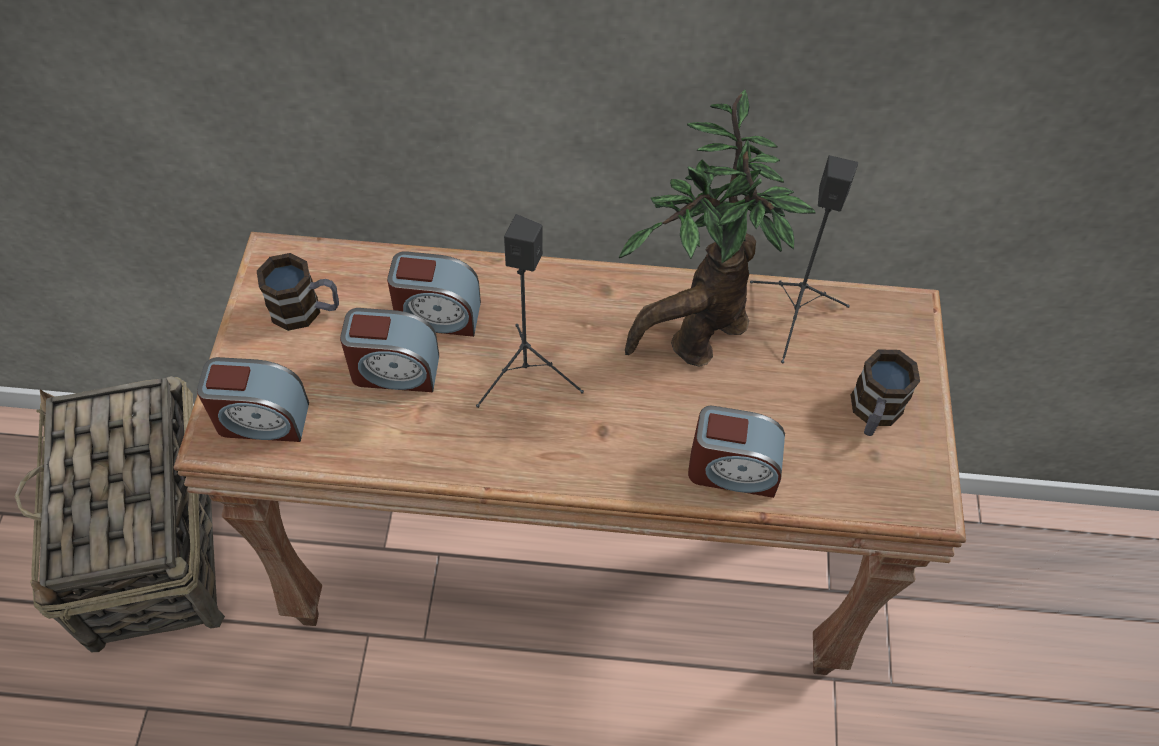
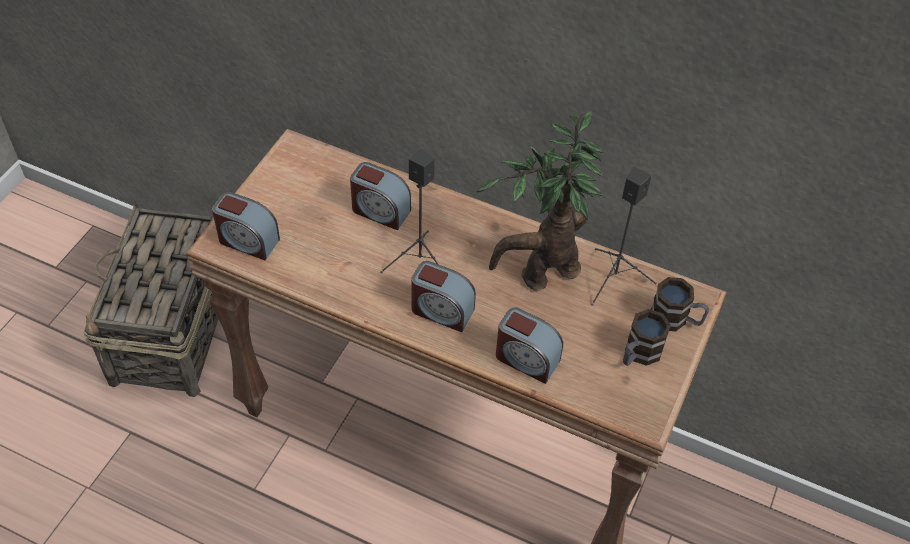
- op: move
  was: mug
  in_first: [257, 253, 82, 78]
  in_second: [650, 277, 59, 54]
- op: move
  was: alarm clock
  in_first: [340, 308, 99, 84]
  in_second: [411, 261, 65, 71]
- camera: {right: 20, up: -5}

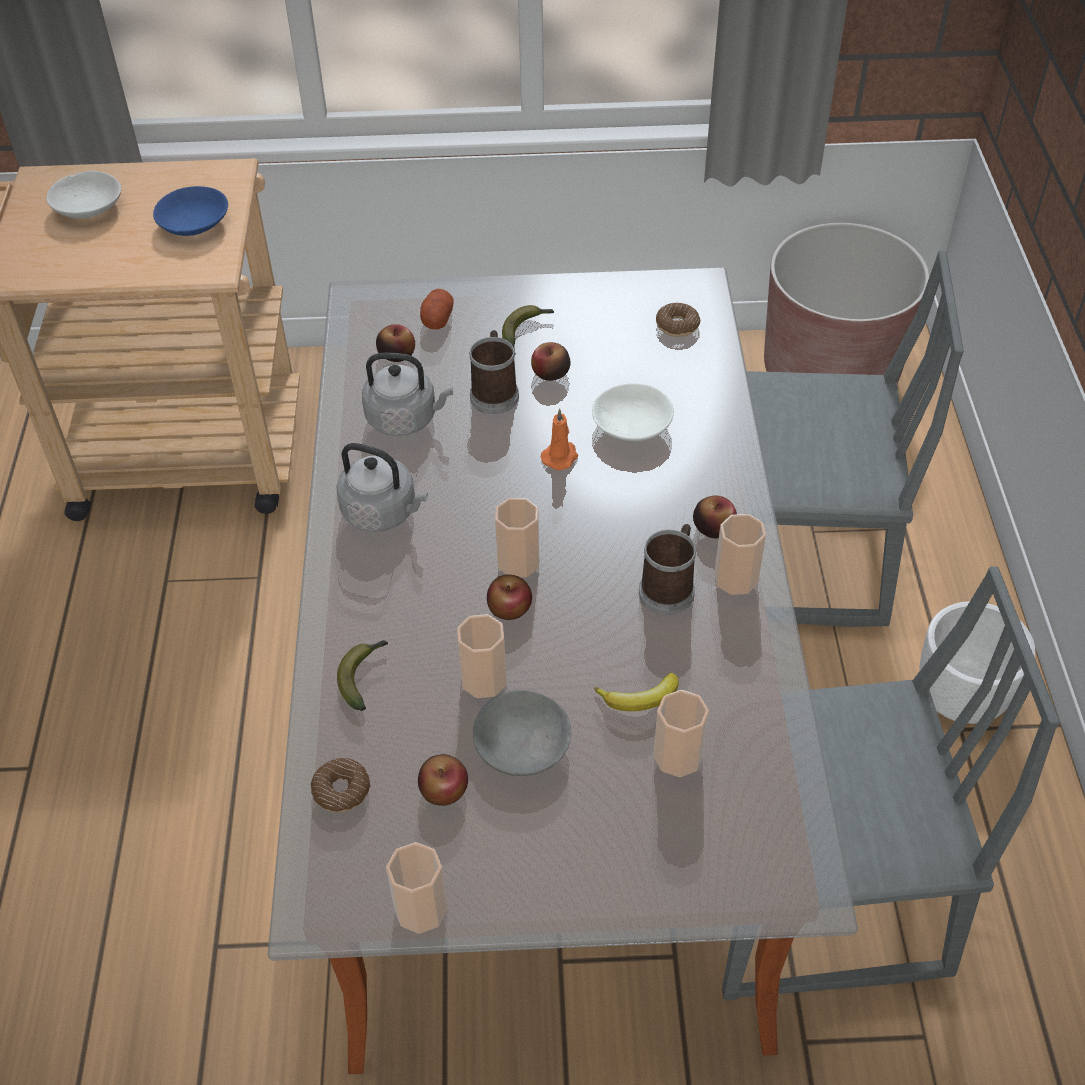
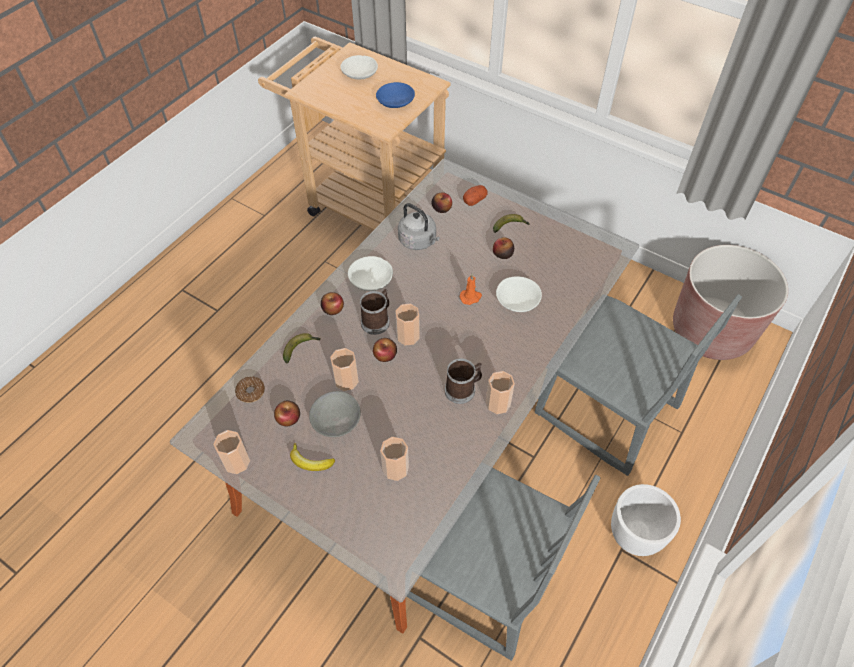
- op: replace
  was: grey kettle
  now: white bowl
  in_first: [337, 443, 91, 89]
  in_second: [348, 256, 45, 35]
- op: move
  was: mug
  in_first: [469, 330, 50, 84]
  in_second: [360, 289, 30, 46]
- op: move
  was: banana
  in_first: [594, 673, 85, 38]
  in_second: [290, 443, 45, 28]
- op: delete
  was: donut
  in_first: [656, 303, 44, 34]
- op: move
  was: apple
  in_first: [693, 496, 44, 42]
  in_second: [321, 292, 23, 23]
- camera: {right: 35, up: 5}

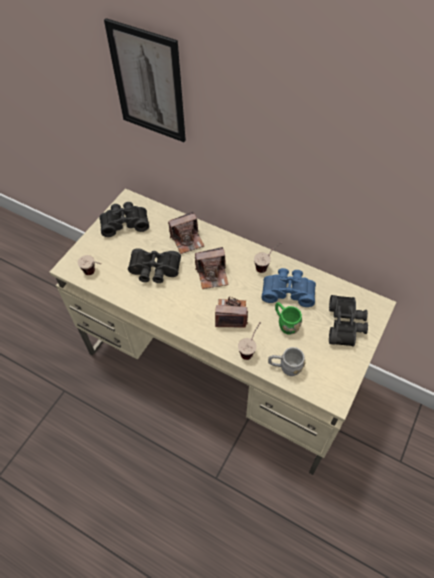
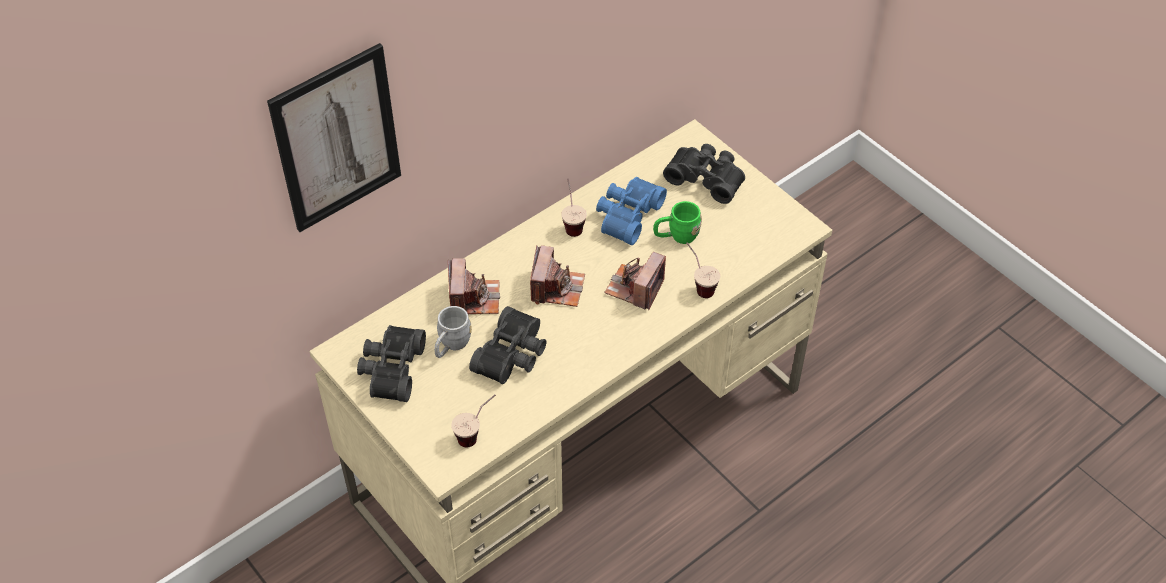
- op: move
  was: grey mug
  in_first: [268, 347, 38, 29]
  in_second: [434, 306, 38, 52]
- camera: {right: -70, up: -5}

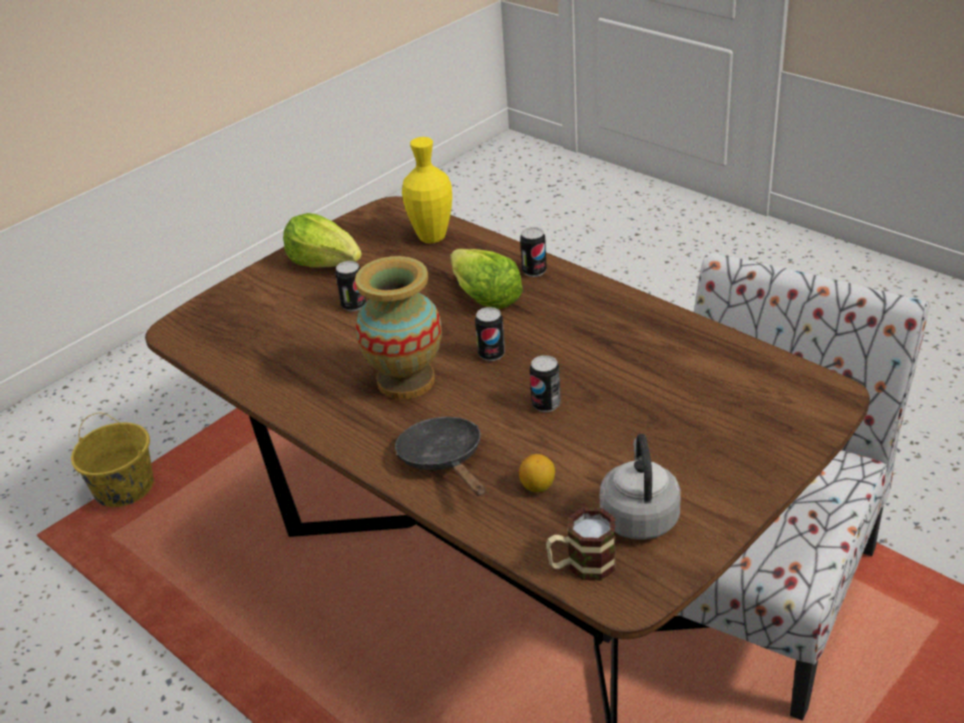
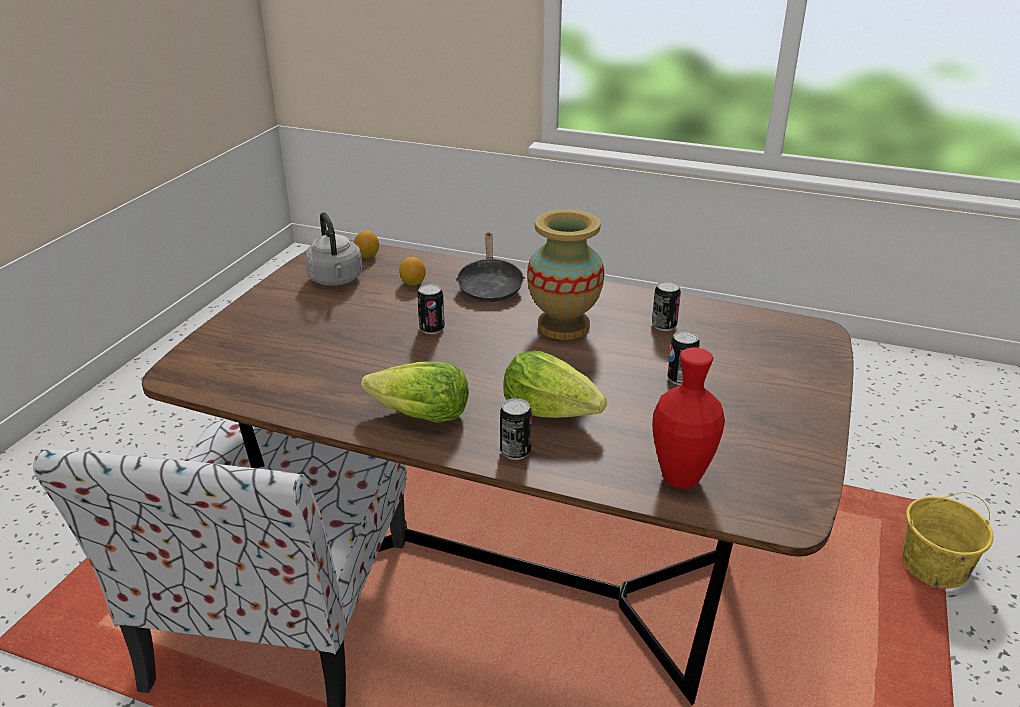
- op: move
  was: lettuce
  in_first: [283, 213, 79, 54]
  in_second: [361, 362, 108, 61]
- op: rotate
  was: black frying pan
  in_first: [395, 417, 90, 79]
  in_second: [456, 232, 69, 70]
  clockwise: 45
- op: recolor
  was: yellow vase
  now: red vase
  in_first: [402, 137, 50, 106]
  in_second: [652, 348, 73, 141]
- op: move
  was: can
  in_first: [475, 307, 30, 54]
  in_second: [652, 281, 29, 50]
- op: replace
  was: mug
  now: lemon
  in_first: [546, 508, 70, 73]
  in_second: [354, 231, 25, 27]
- camera: {right: 155, up: -5}

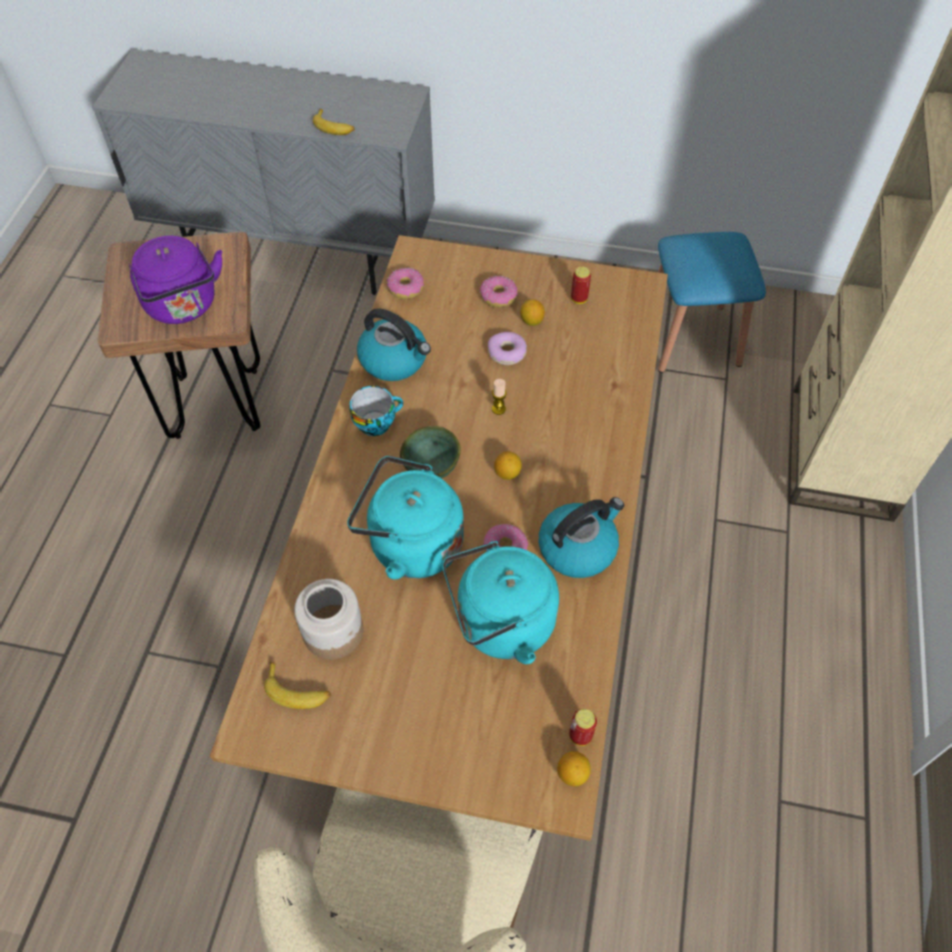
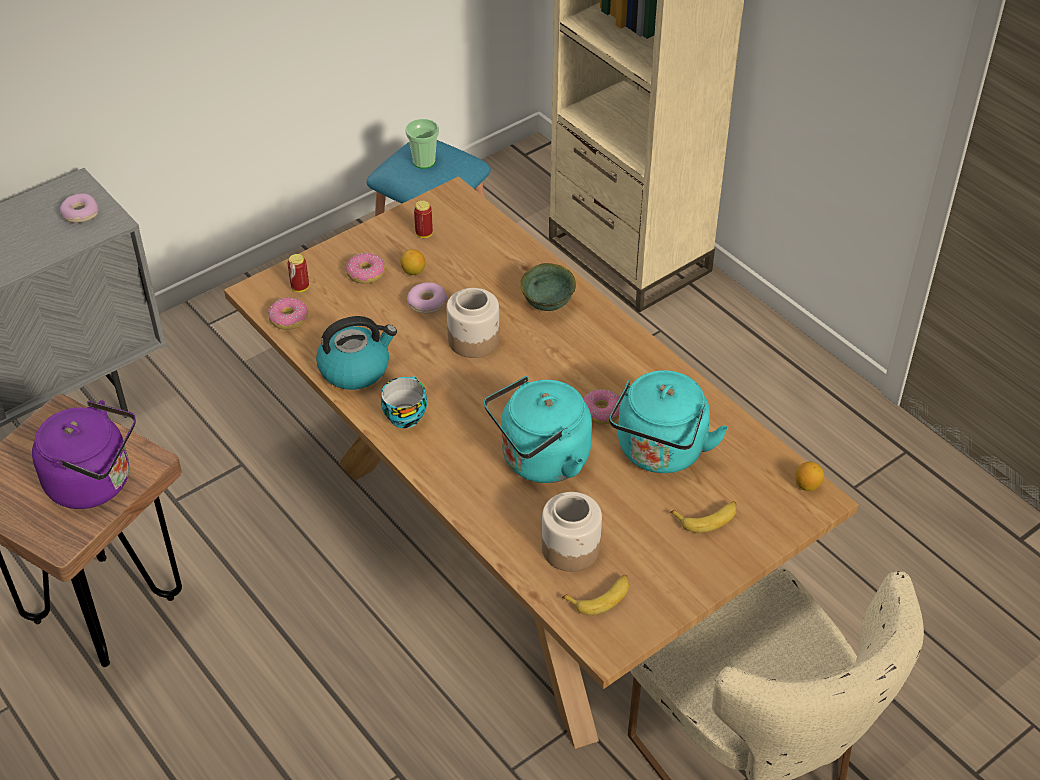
- op: move
  was: banana
  in_first: [313, 109, 42, 26]
  in_second: [670, 501, 66, 32]
- op: move
  was: green bowl
  in_first: [400, 426, 61, 53]
  in_second: [520, 263, 56, 48]
- op: replace
  was: candle
  now: jar
  in_first: [492, 379, 15, 36]
  in_second: [447, 288, 53, 70]
- op: delete
  was: lemon
  in_first: [494, 451, 28, 29]
- op: delete
  was: kettle
  in_first: [539, 497, 85, 81]
- op: move
  was: can
  in_first: [569, 709, 28, 37]
  in_second: [287, 254, 22, 38]
- op: insert
  now: donut
  in_second: [60, 193, 38, 30]
- op: insert
  now: cup
  in_second: [405, 119, 34, 50]
- camera: {right: -50, up: -10}

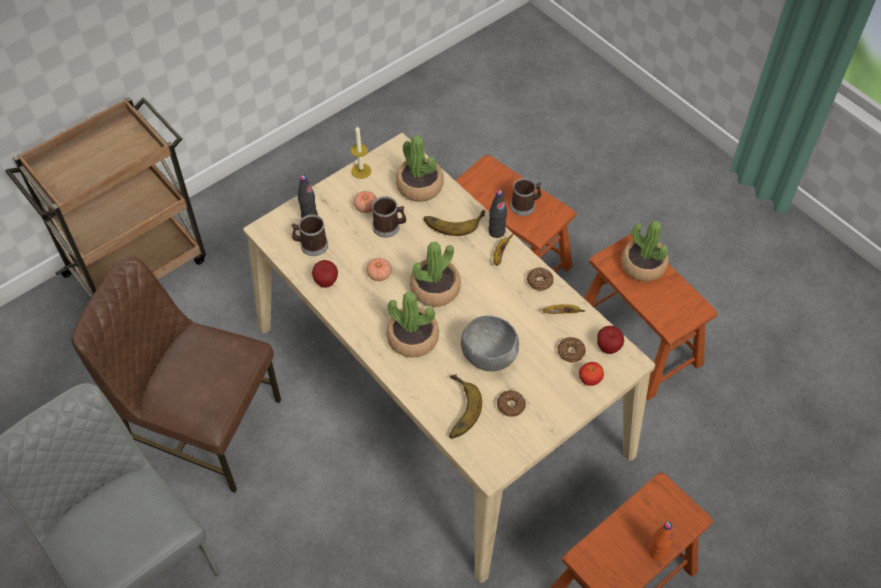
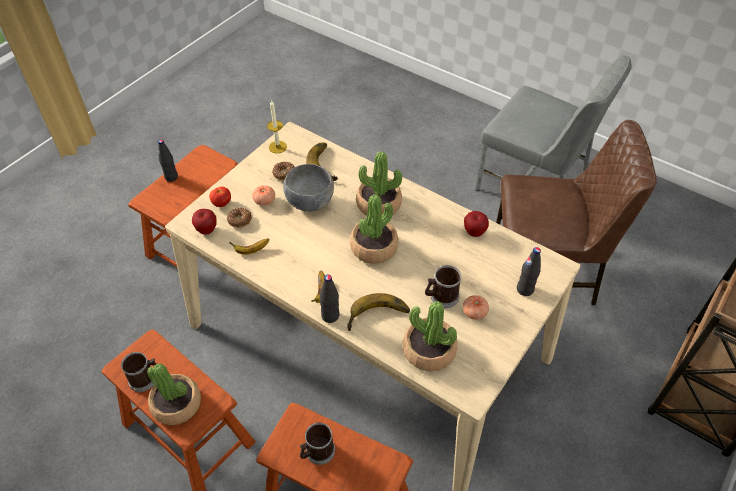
- op: move
  was: mug
  in_first: [292, 215, 36, 41]
  in_second: [121, 352, 36, 40]
- op: move
  was: candle
  in_first: [351, 126, 20, 53]
  in_second: [267, 100, 20, 53]
- op: move
  was: tomato
  in_first: [366, 258, 26, 23]
  in_second: [252, 185, 23, 21]
- op: delete
  was: donut
  in_first: [527, 267, 27, 24]
- op: recolor
  was: orange bottle
  now: black bottle
  in_first: [648, 522, 25, 38]
  in_second: [158, 139, 20, 43]
- camera: {right: 165, up: -5}

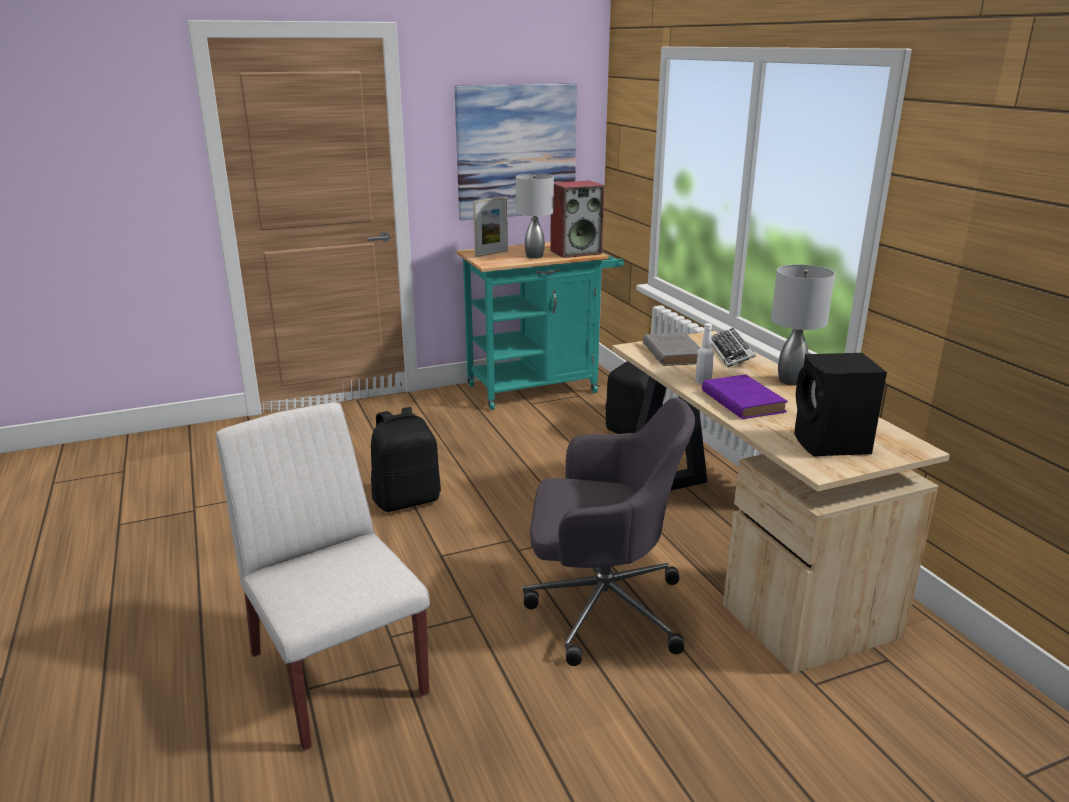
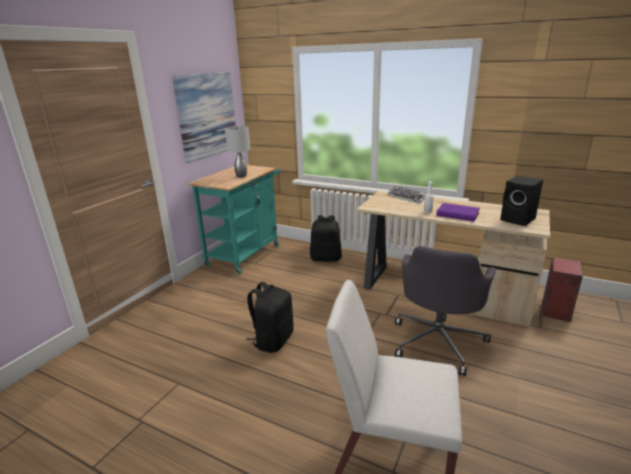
- op: delete
  was: picture frame
  in_first: [473, 197, 35, 60]
- op: rotate
  was: grey office chair
  in_first: [523, 398, 172, 268]
  in_second: [395, 246, 101, 130]
  clockwise: 150
- op: move
  was: speaker
  in_first: [550, 180, 55, 78]
  in_second: [543, 257, 40, 65]
- op: delete
  was: grey book
  in_first: [643, 332, 57, 34]
- op: delete
  was: grey table lamp
  in_first: [771, 265, 64, 120]
- camera: {right: -40, up: 0}

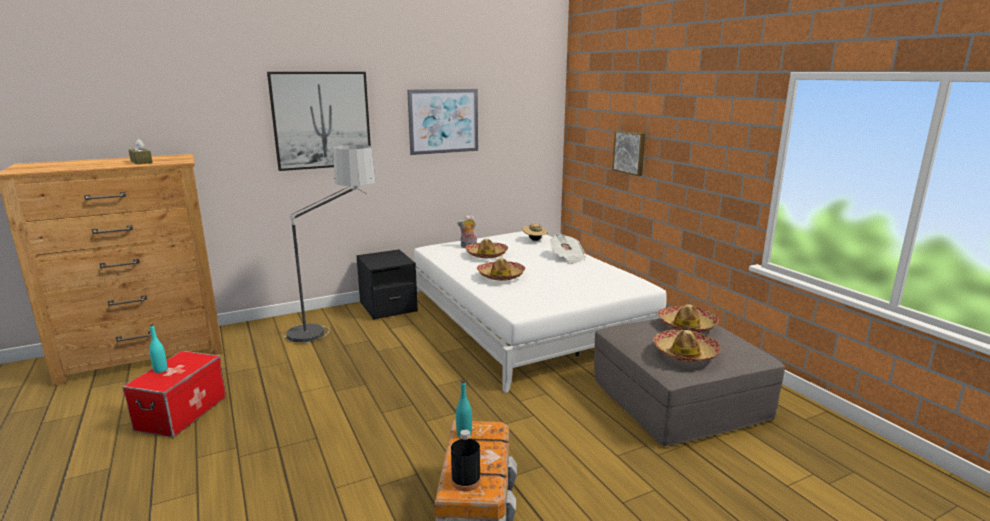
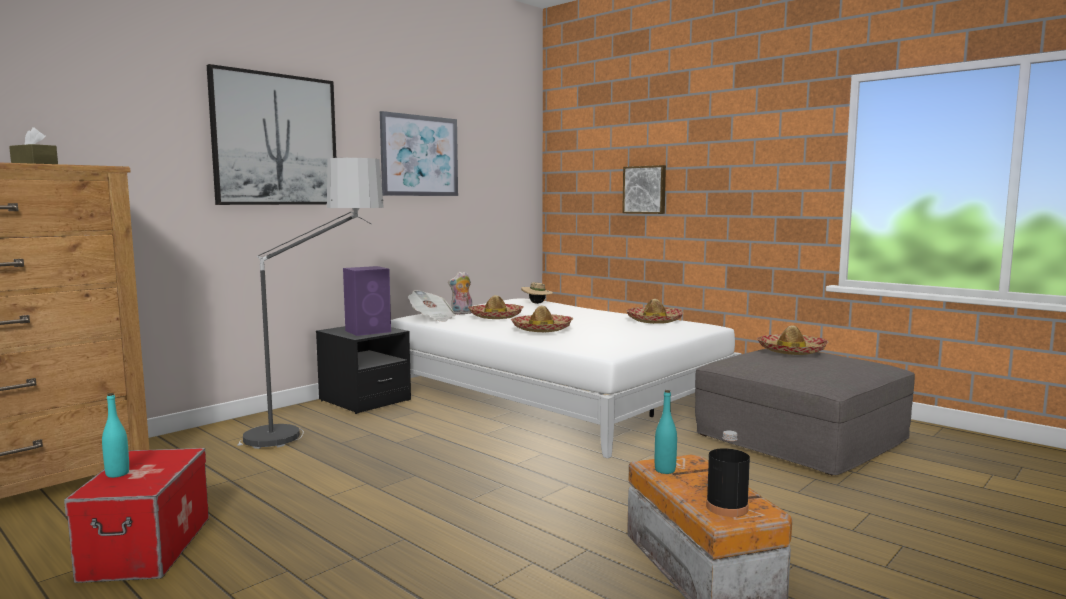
- op: move
  was: newspaper
  in_first: [550, 234, 36, 30]
  in_second: [408, 290, 47, 32]
- op: move
  was: hat
  in_first: [653, 330, 68, 32]
  in_second: [626, 299, 57, 25]
- op: insert
  now: purple speaker
  in_second: [343, 266, 48, 70]
- camera: {right: -20, up: -10}

